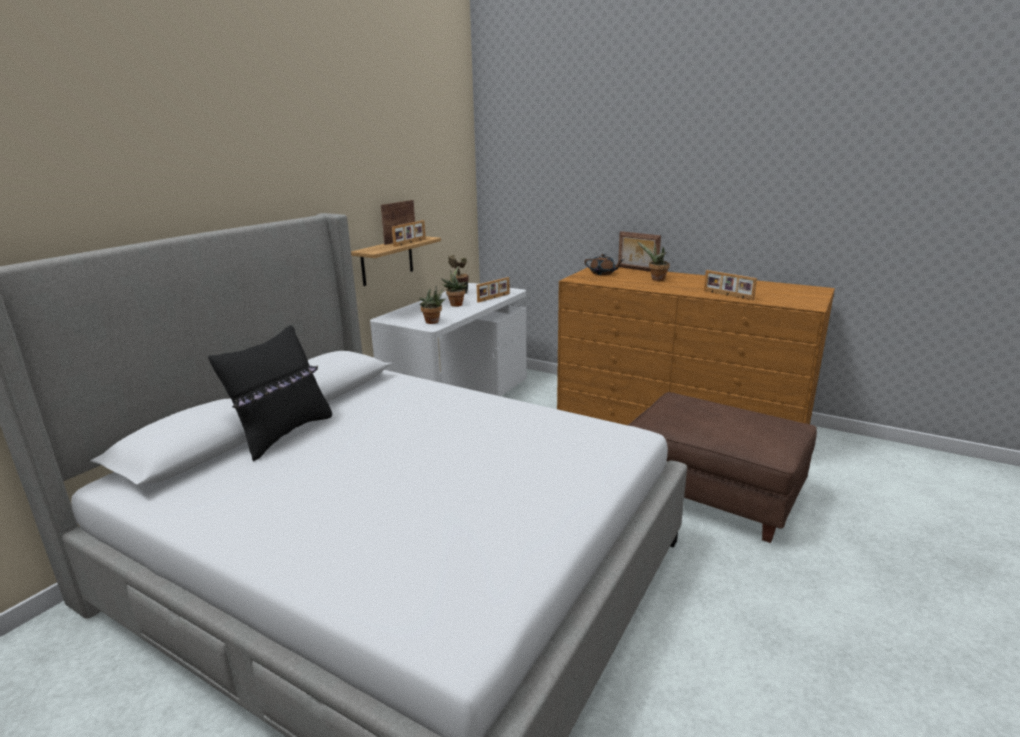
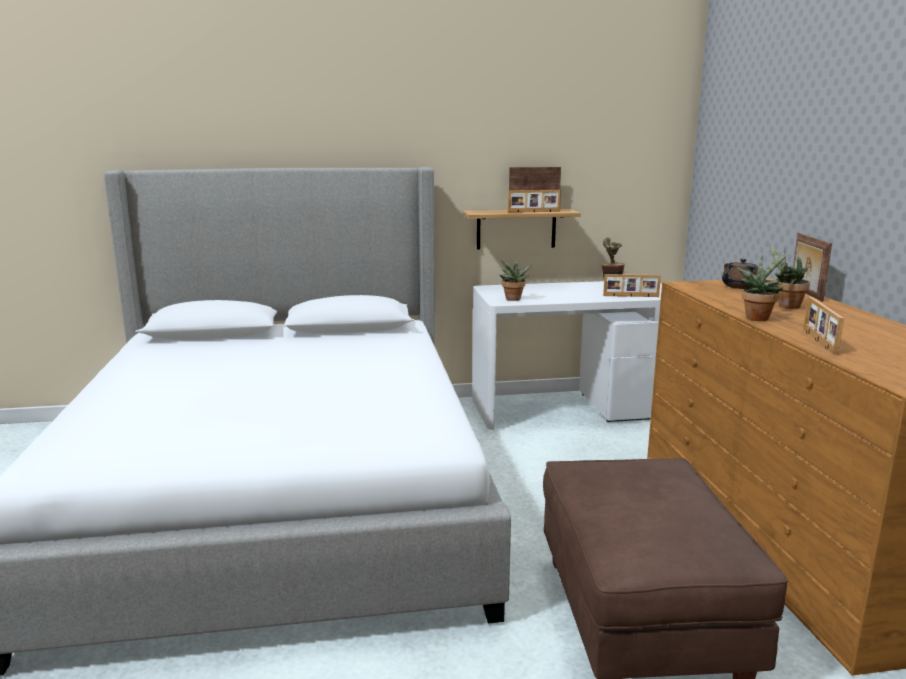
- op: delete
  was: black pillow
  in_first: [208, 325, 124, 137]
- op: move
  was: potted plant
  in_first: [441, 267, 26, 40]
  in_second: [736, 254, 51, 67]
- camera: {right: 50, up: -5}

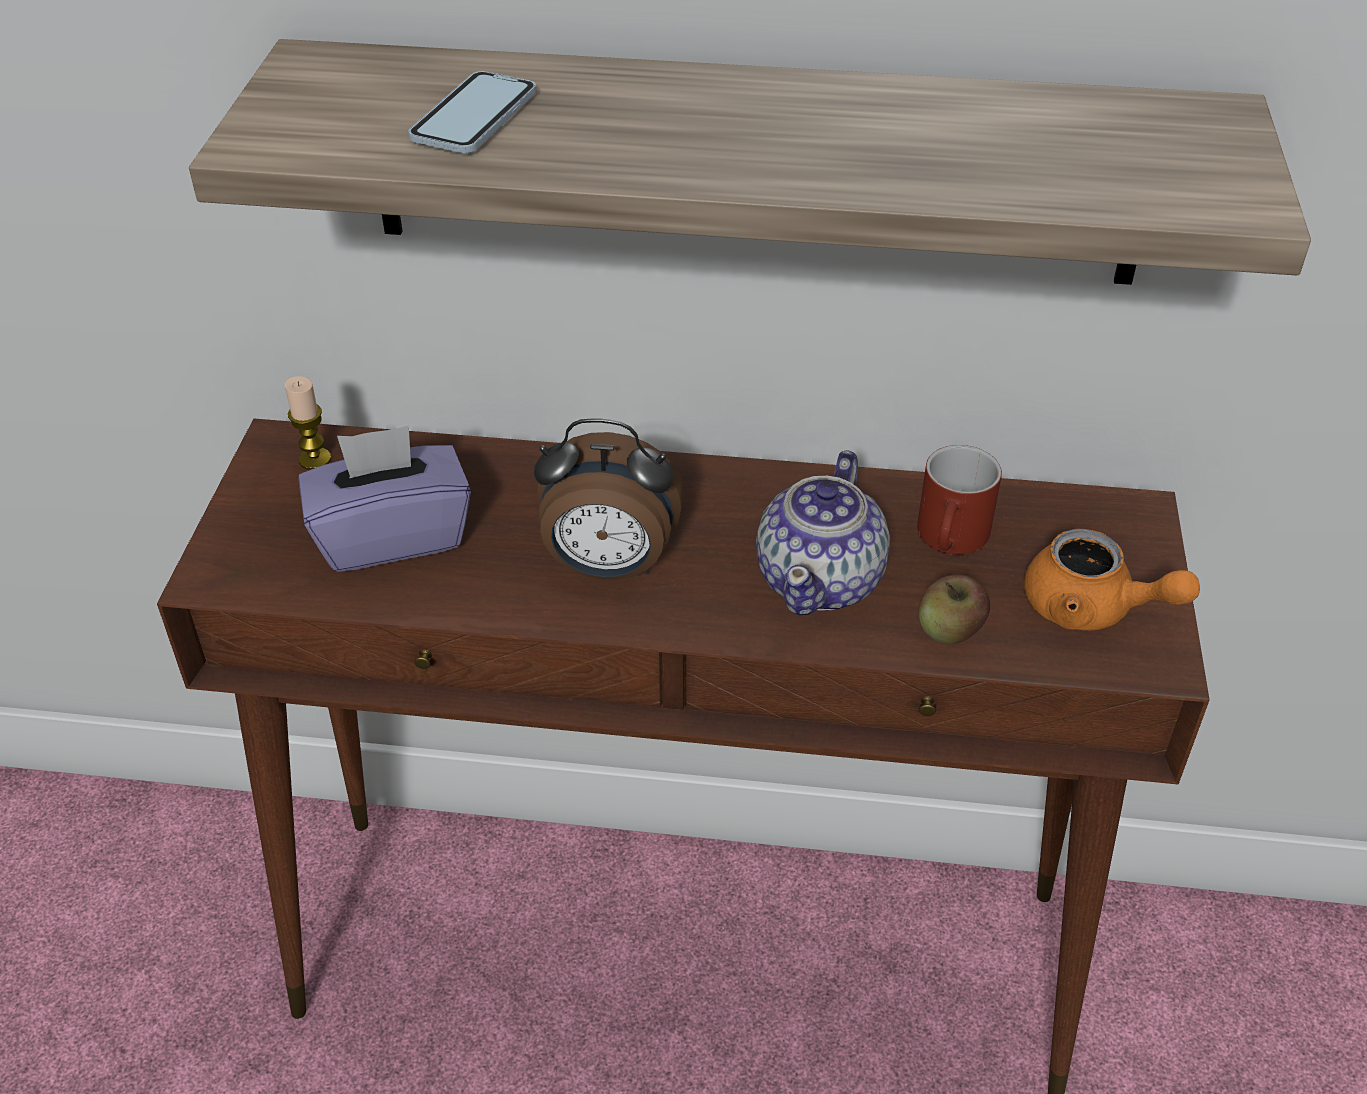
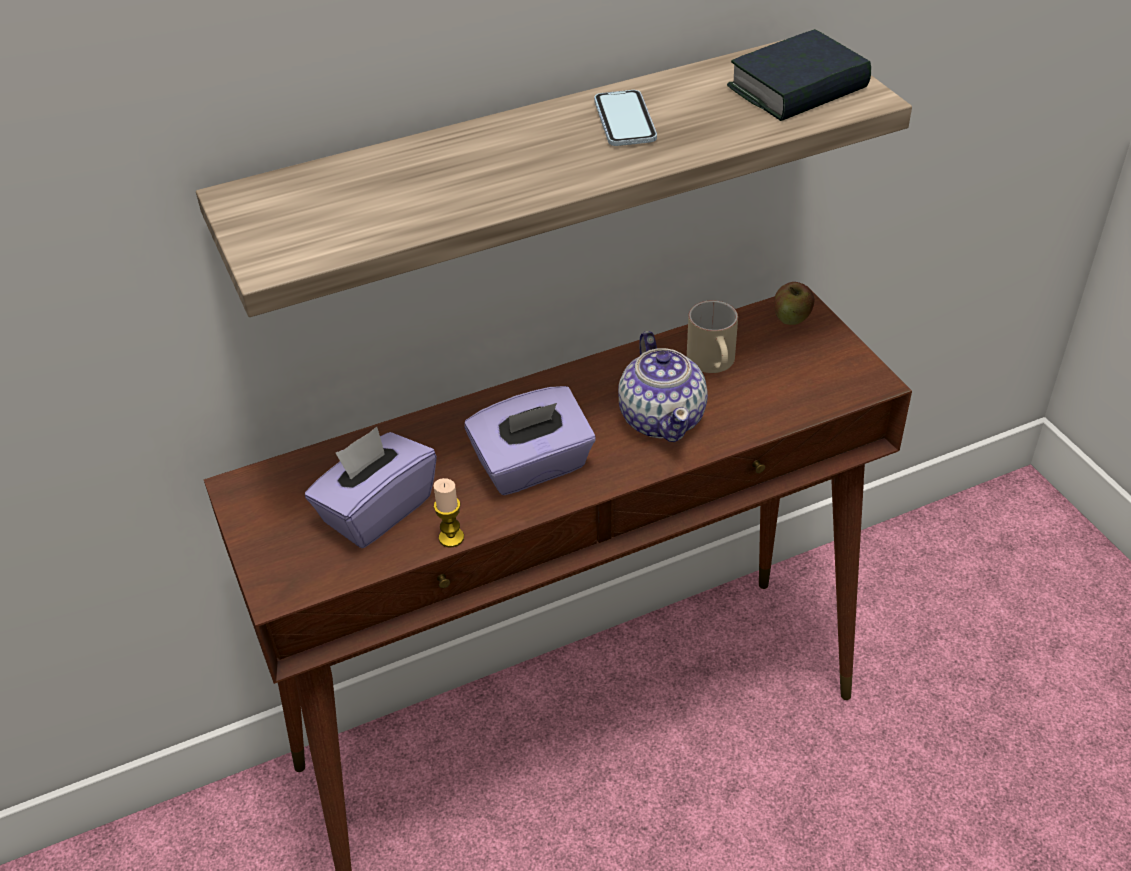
- op: move
  was: candle
  in_first: [285, 376, 46, 94]
  in_second: [433, 478, 31, 69]
- op: move
  was: phone
  in_first: [408, 71, 128, 82]
  in_second: [594, 90, 63, 56]
- op: replace
  was: alarm clock
  now: purple tissue box
  in_first: [534, 419, 150, 161]
  in_second: [464, 386, 132, 109]
- op: recolor
  was: red mug
  now: beige mug
  in_first: [917, 445, 85, 110]
  in_second: [687, 300, 51, 73]
- op: move
  was: apple
  in_first: [918, 575, 72, 69]
  in_second: [774, 282, 40, 43]
- op: delete
  was: orange teapot
  in_first: [1024, 529, 176, 101]
- op: insert
  now: book
  in_second: [727, 29, 144, 92]
- camera: {right: -30, up: 0}

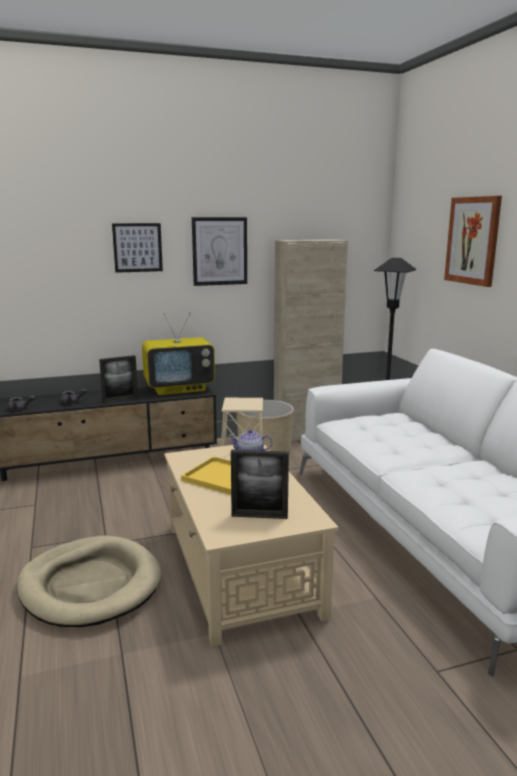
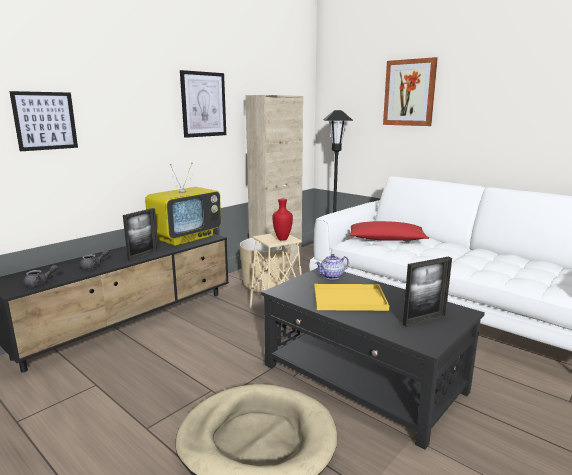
- op: move
  was: picture
  in_first: [112, 223, 51, 50]
  in_second: [9, 91, 69, 60]
- op: recolor
  was: beige coffee table
  now: black coffee table
  in_first: [164, 444, 175, 203]
  in_second: [261, 268, 224, 182]
- op: insert
  now: red vase
  in_second: [272, 199, 21, 42]
- op: insert
  now: red pillow
  in_second: [349, 221, 80, 20]
- camera: {right: -30, up: 0}

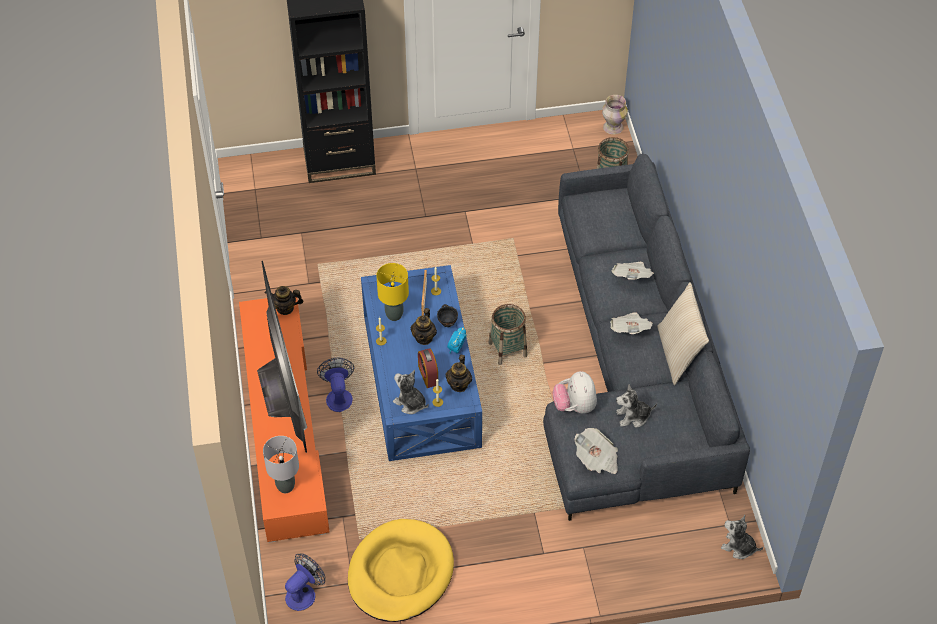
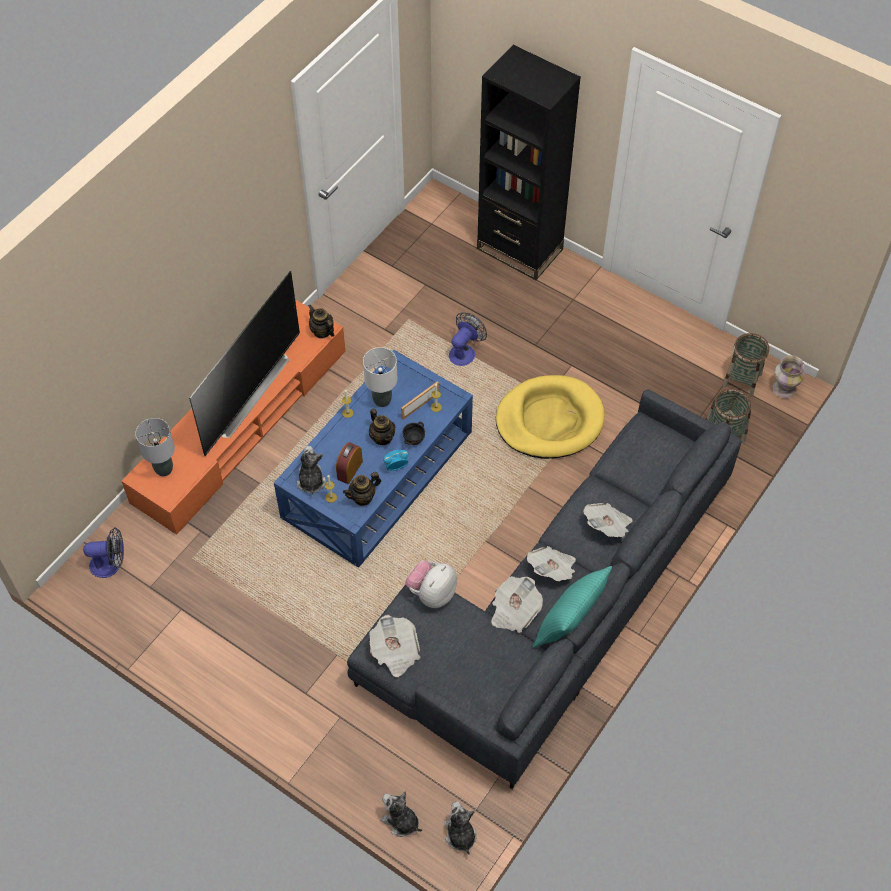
- op: move
  was: fan
  in_first: [317, 358, 37, 54]
  in_second: [449, 312, 38, 54]
- op: move
  was: yellow dog bed
  in_first: [348, 519, 106, 103]
  in_second: [496, 375, 109, 84]
- op: recolor
  was: yellow table lamp
  now: white table lamp
  in_first: [376, 263, 33, 58]
  in_second: [363, 347, 34, 60]
- op: rotate
  was: teapot
  in_first: [411, 308, 26, 37]
  in_second: [369, 408, 26, 37]
  clockwise: -90
- op: move
  was: basket
  in_first: [489, 304, 38, 61]
  in_second: [723, 333, 46, 64]
- op: move
  was: plush toy
  in_first: [616, 384, 41, 44]
  in_second: [381, 791, 41, 46]
- op: recolor
  was: beige pillow
  now: turquoise pillow
  in_first: [657, 282, 52, 103]
  in_second: [533, 566, 79, 82]
- op: insert
  now: newspaper
  in_second: [491, 576, 52, 57]
- camera: {right: 45, up: 5}

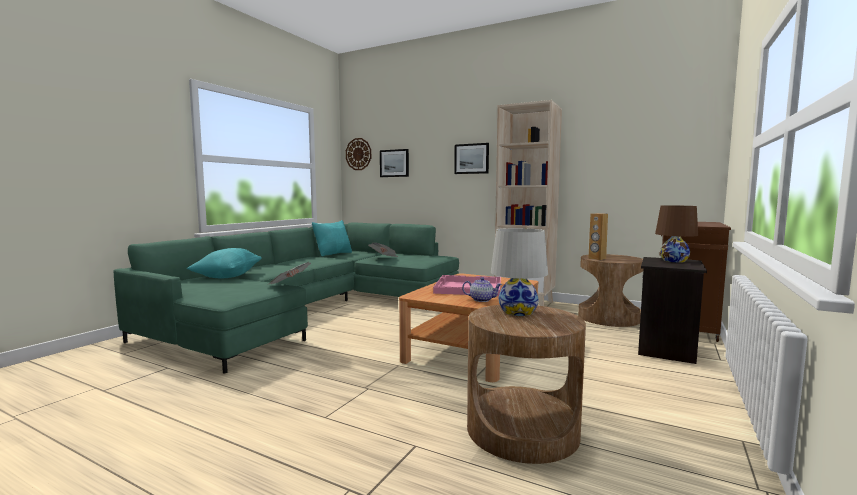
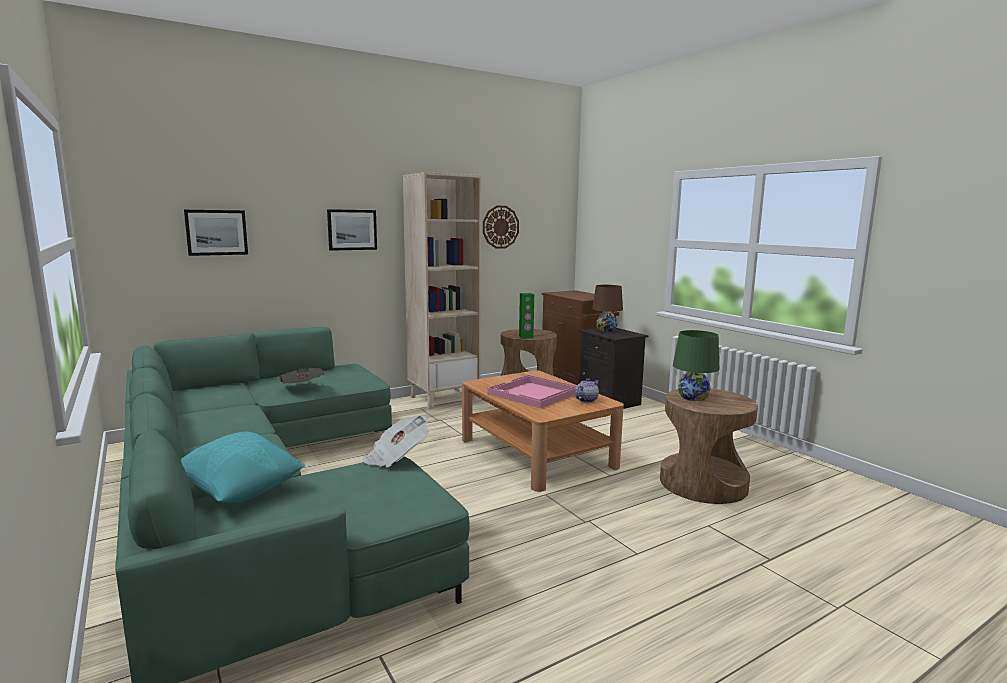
- op: delete
  was: turquoise pillow
  in_first: [312, 220, 40, 36]
- op: move
  was: wall clock
  in_first: [346, 138, 25, 32]
  in_second: [483, 206, 36, 43]
- op: recolor
  was: white table lamp
  now: green table lamp
  in_first: [491, 228, 57, 88]
  in_second: [673, 330, 47, 71]
- op: recolor
  was: brown speaker
  now: green speaker
  in_first: [588, 213, 20, 47]
  in_second: [519, 293, 15, 46]
- camera: {right: -60, up: 5}

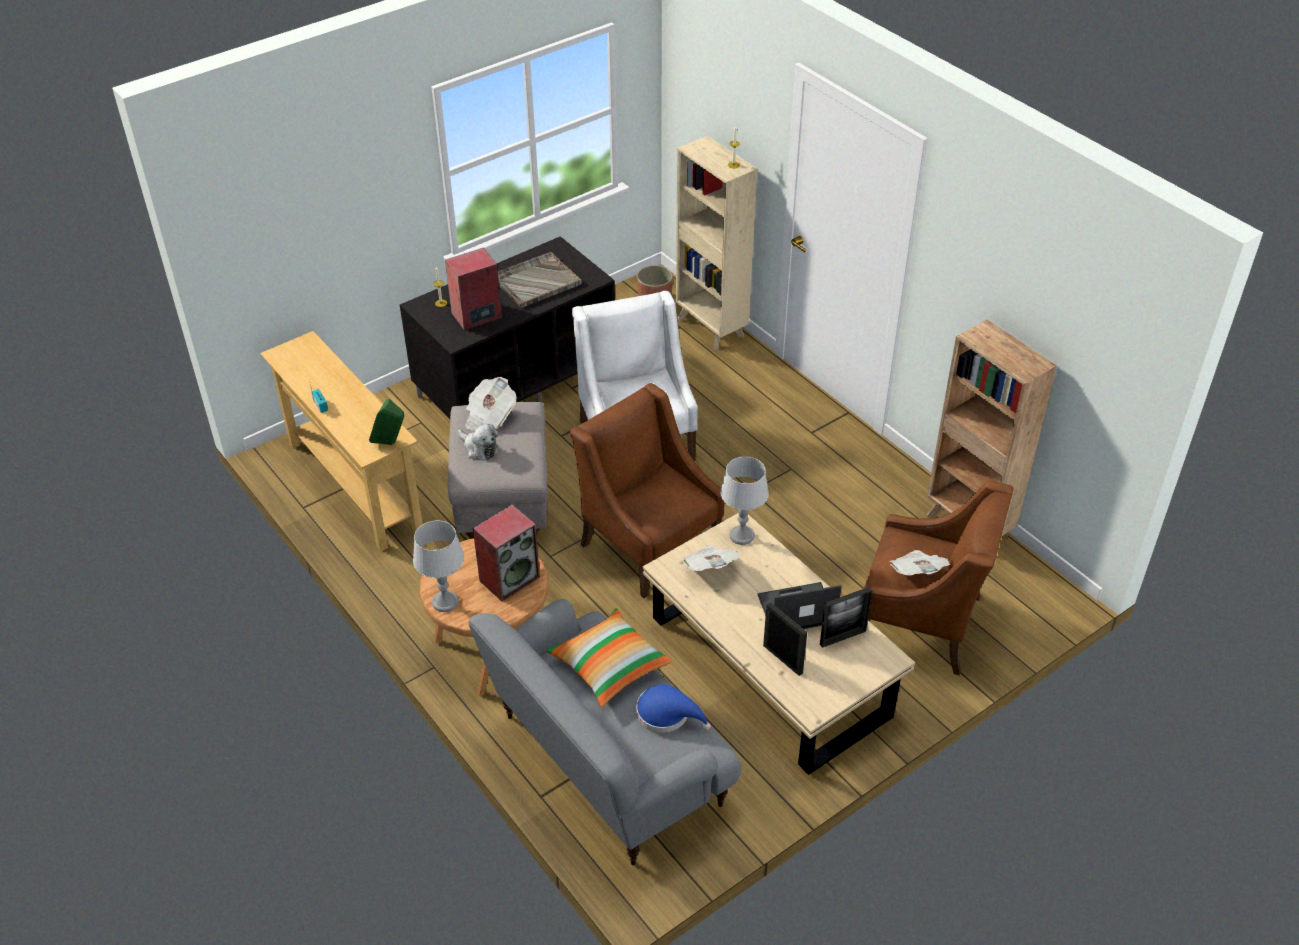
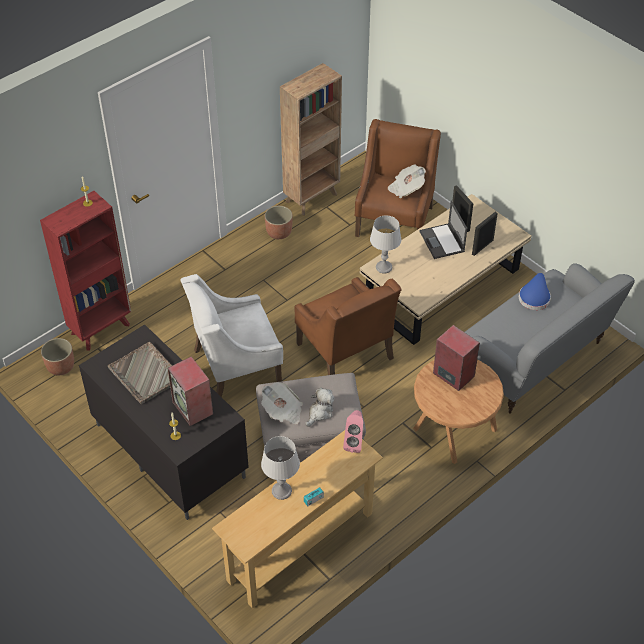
- op: recolor
  was: green speaker
  now: pink speaker
  in_first: [369, 398, 35, 47]
  in_second: [343, 410, 20, 43]
- op: move
  was: grey table lamp
  in_first: [413, 520, 51, 92]
  in_second: [261, 436, 39, 64]
- op: delete
  was: pillow
  in_first: [546, 608, 126, 99]
- op: rotate
  was: brown armchair
  in_first: [570, 383, 155, 215]
  in_second: [294, 277, 108, 98]
  clockwise: -75
- op: recolor
  was: beige bookcase
  now: red bookcase
  in_first: [676, 136, 81, 214]
  in_second: [40, 191, 91, 160]
- op: delete
  was: newspaper
  in_first: [683, 545, 56, 26]
- op: insert
  now: planter
  in_second: [265, 206, 28, 33]
- camera: {right: -95, up: 5}

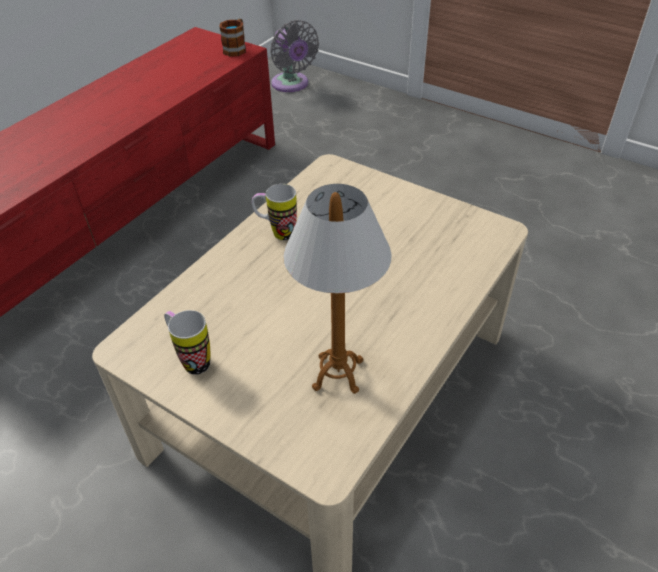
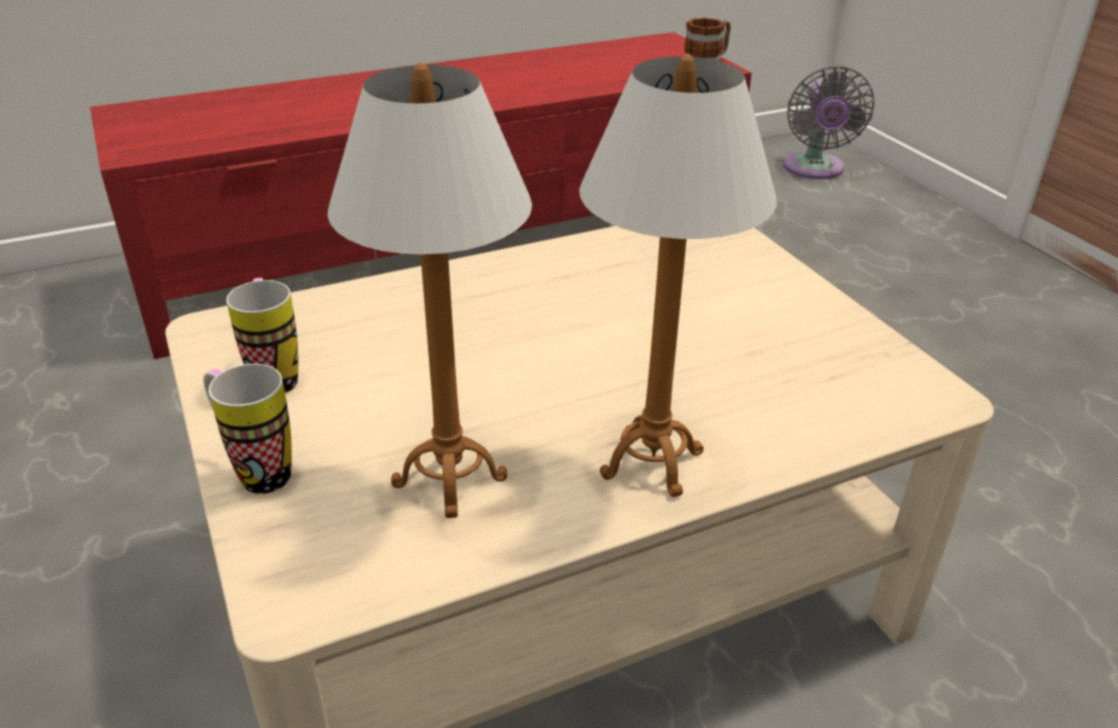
- op: move
  was: mug
  in_first: [252, 184, 45, 56]
  in_second: [203, 364, 89, 130]
- op: insert
  now: table lamp
  in_second: [579, 54, 198, 443]
- camera: {right: 30, up: -10}

